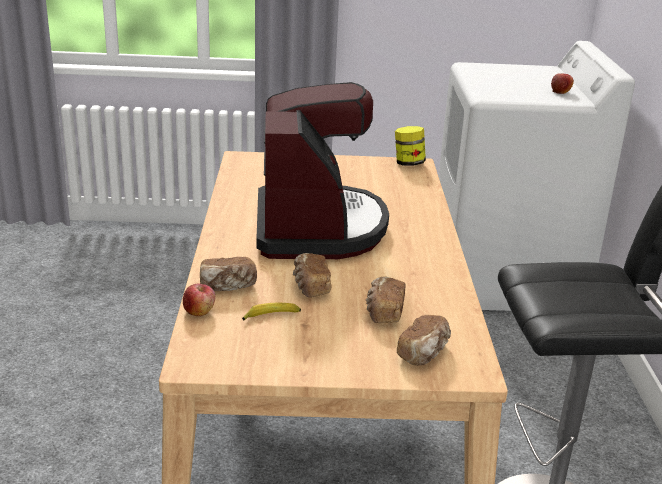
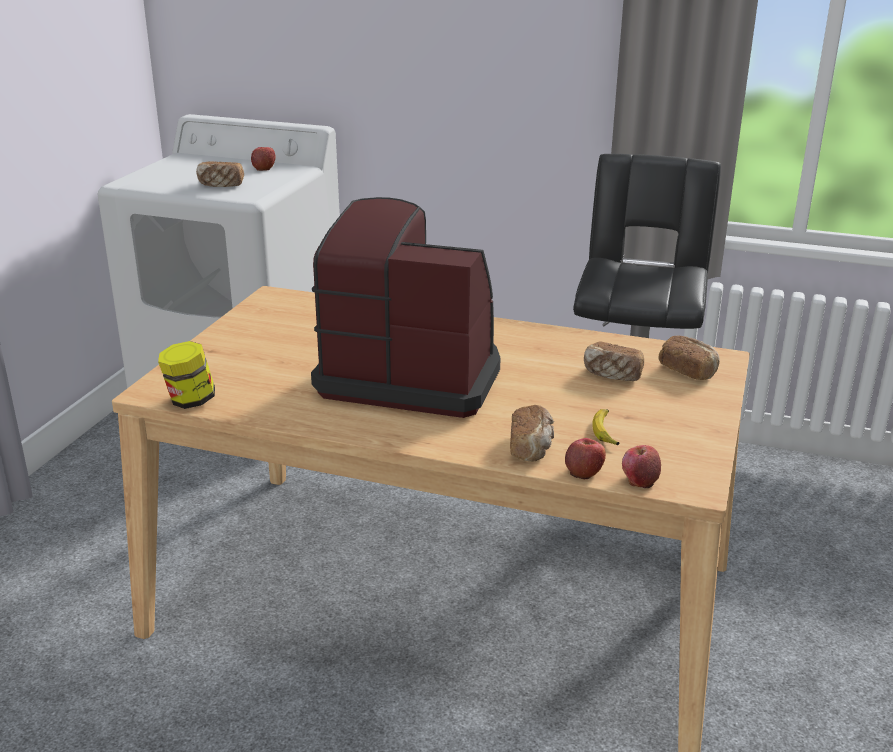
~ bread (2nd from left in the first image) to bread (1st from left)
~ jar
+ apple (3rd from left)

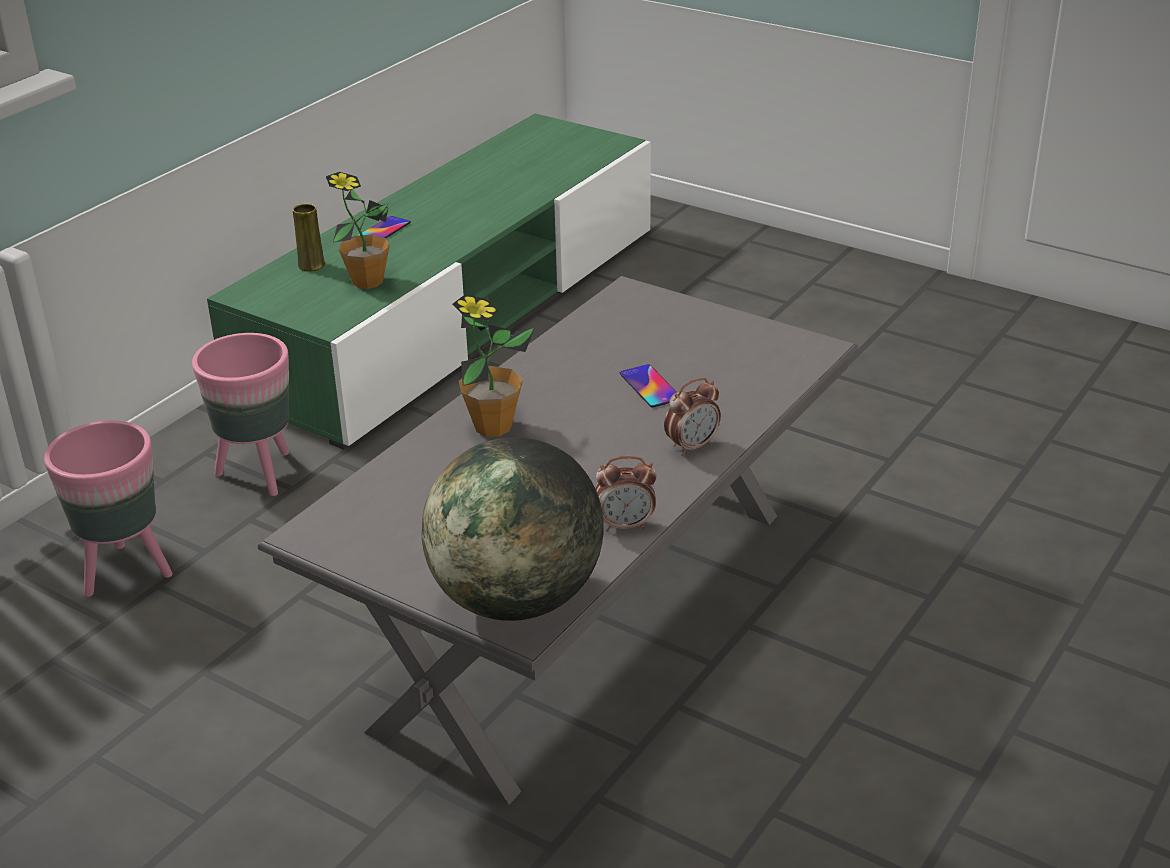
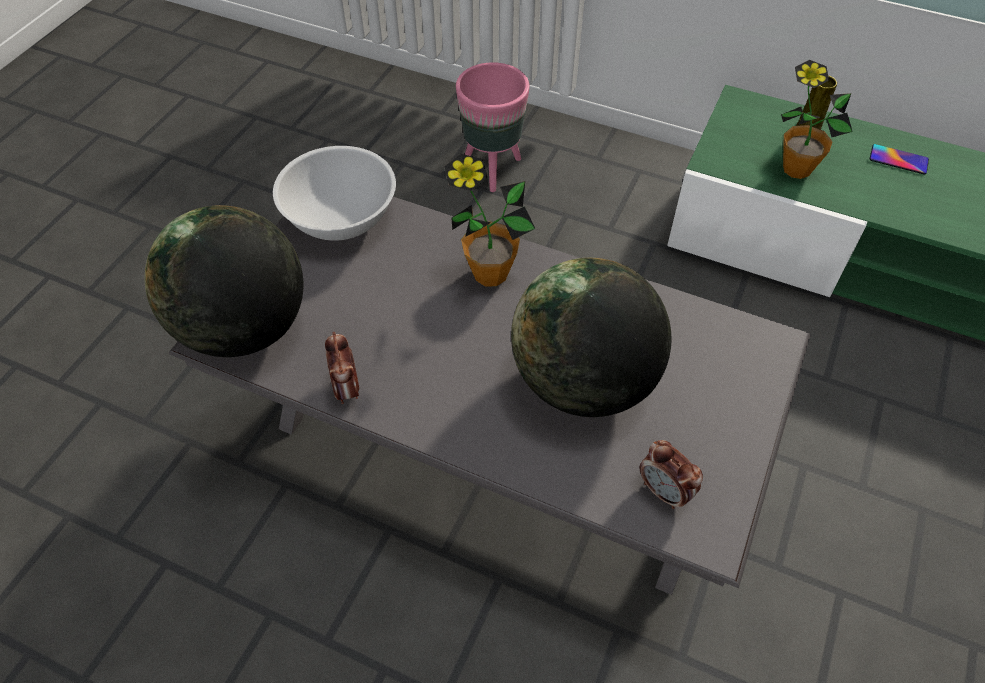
- pink planter (2nd from left)
~ phone (2nd from left) to globe (2nd from left)
~ alarm clock (2nd from left)
+ white bowl

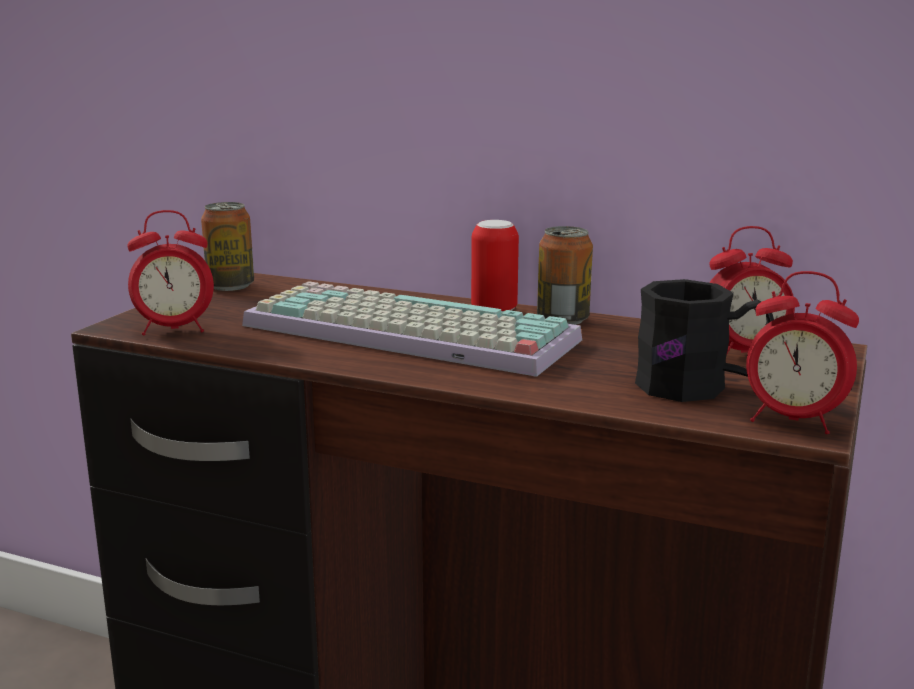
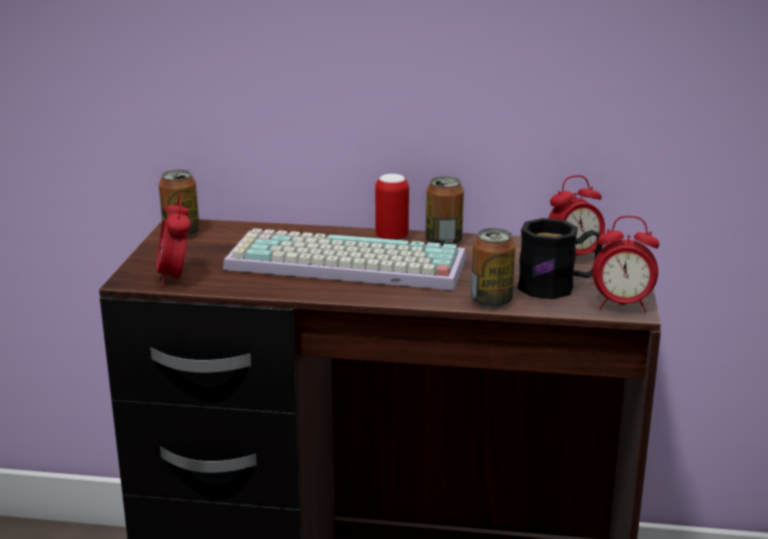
~ alarm clock (1st from left) 105 degrees clockwise
+ can (4th from left)

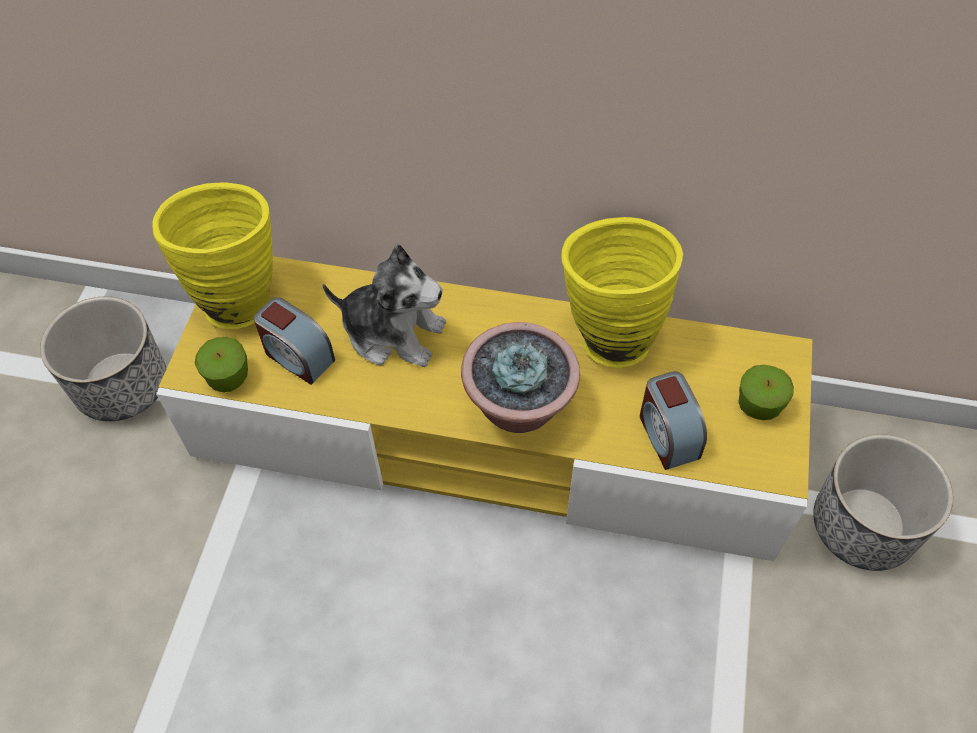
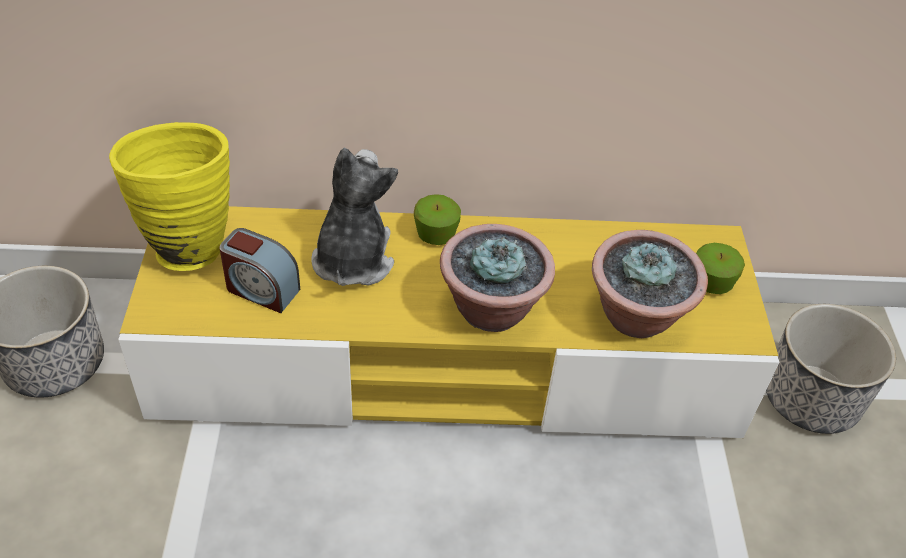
~ apple (1st from left)
~ plush toy 90 degrees counterclockwise
- yellow vase (2nd from left)
~ alarm clock (2nd from left) to potted plant (2nd from left)

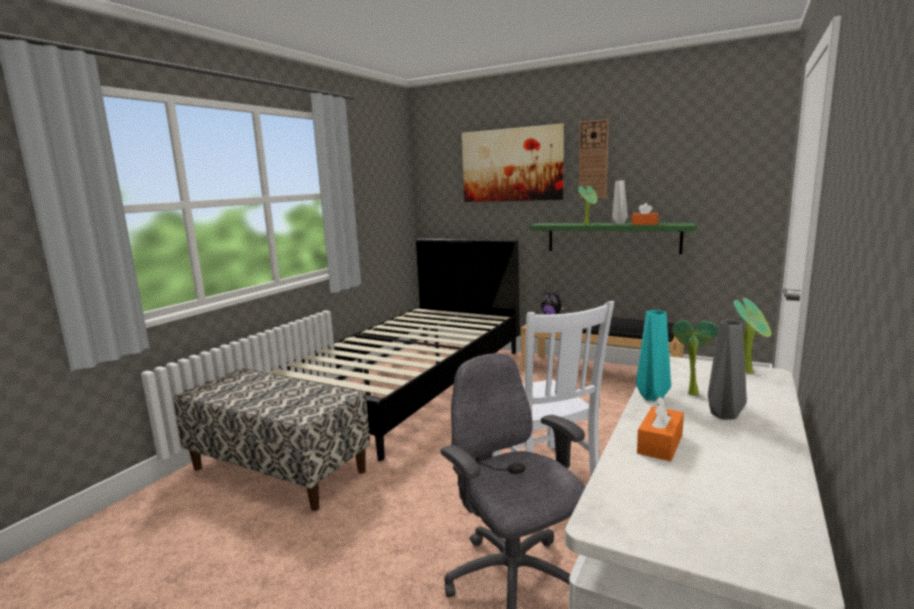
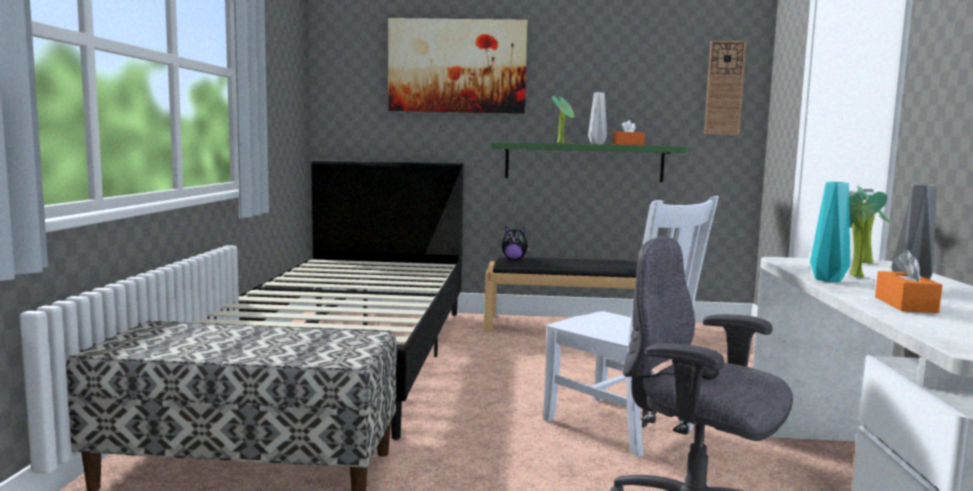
~ wall clock

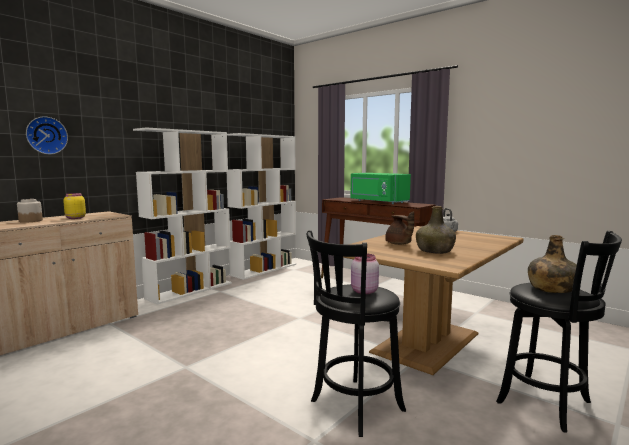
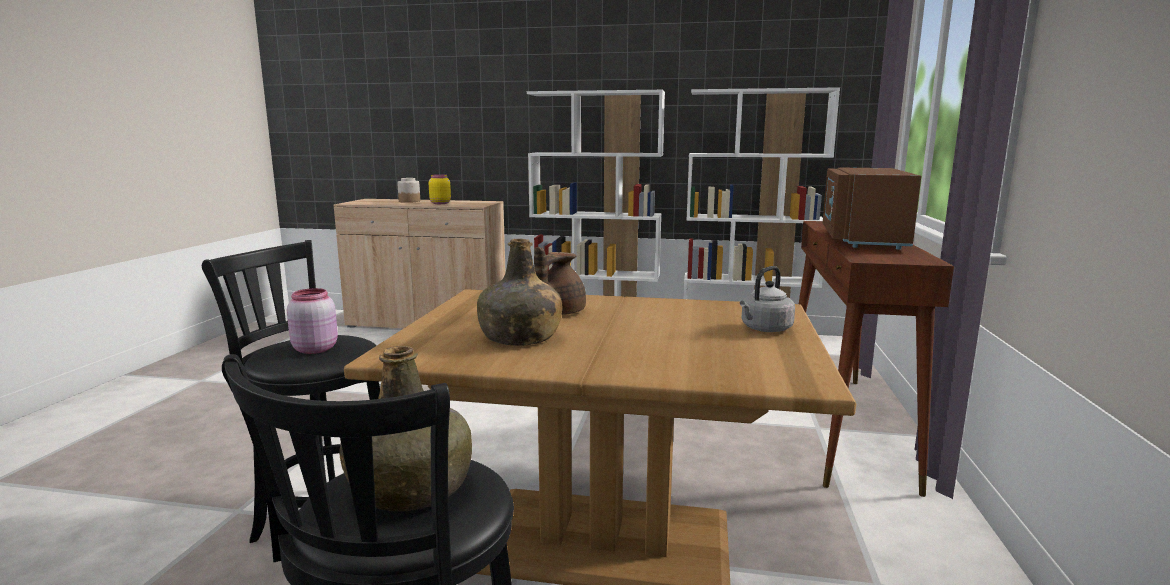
- wall clock
~ green microwave to brown microwave

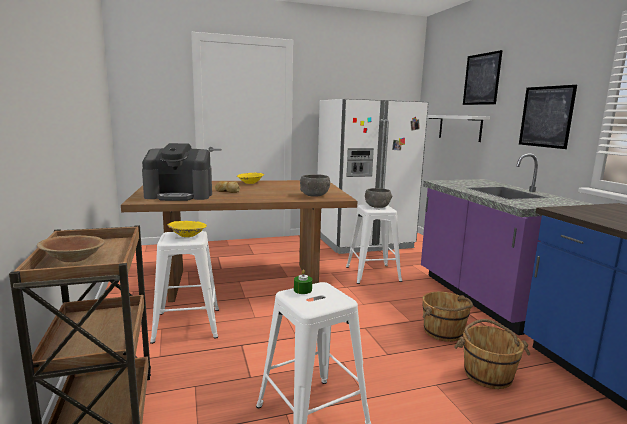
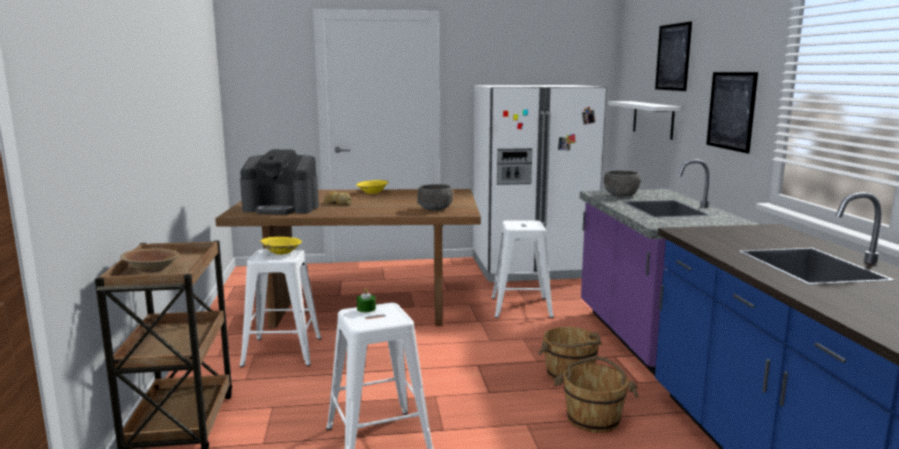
~ grey bowl (2nd from left)

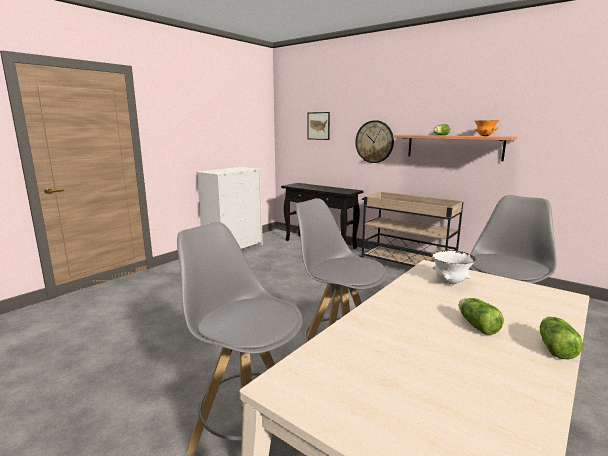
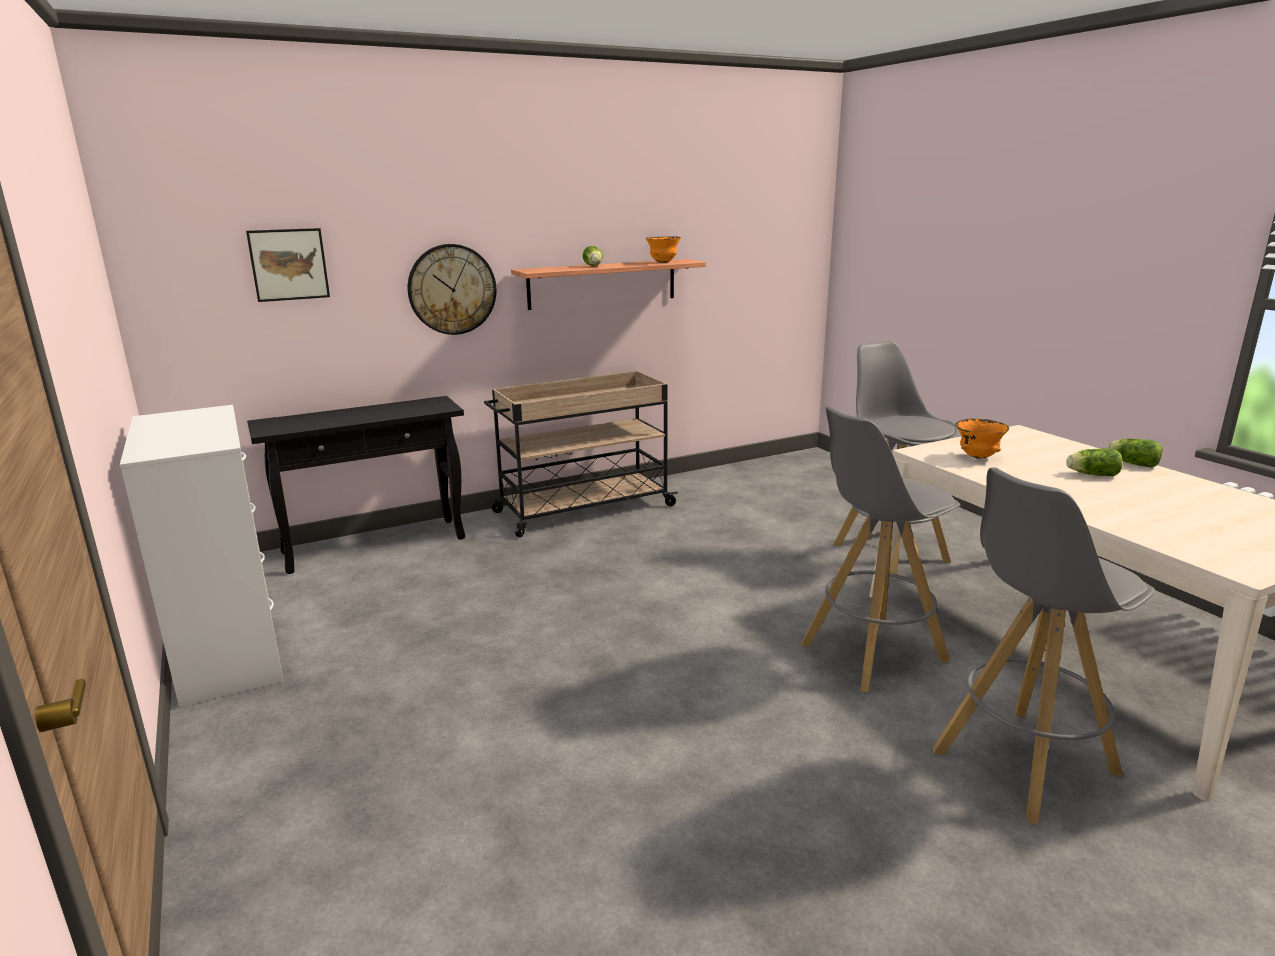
~ white bowl to orange bowl (2nd from left)

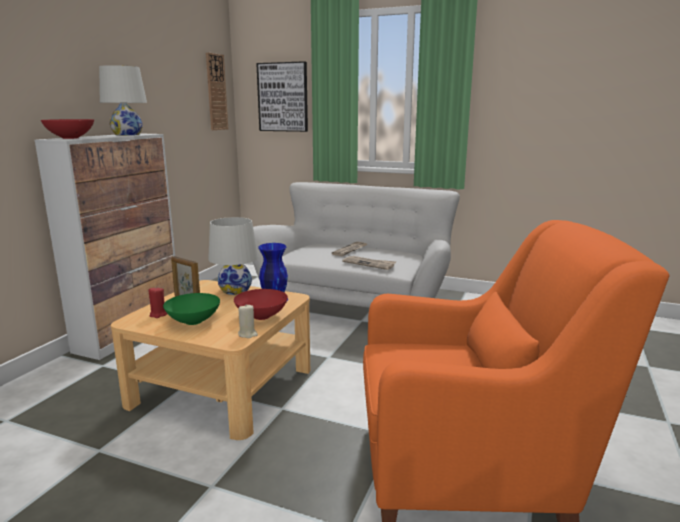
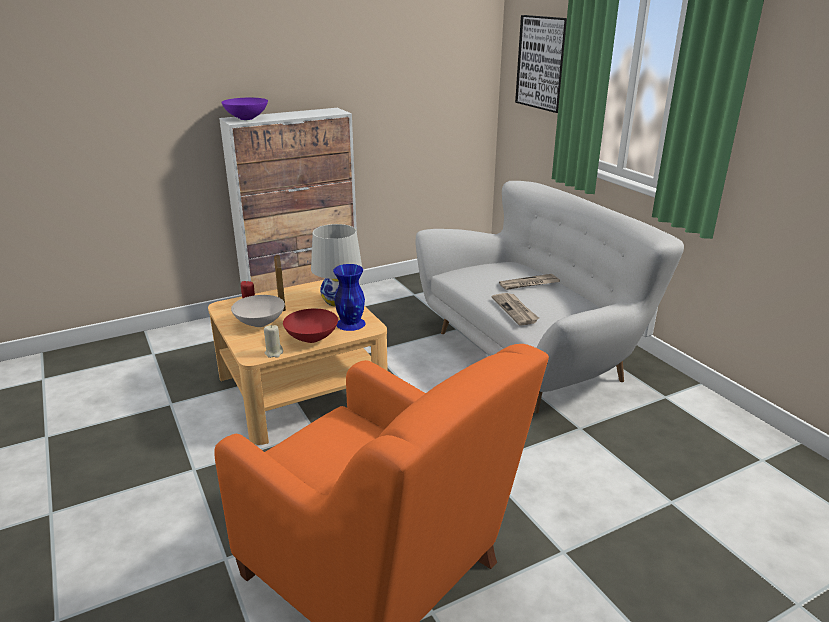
~ red bowl (1st from left) to purple bowl
- white table lamp (1st from left)
~ green bowl to white bowl
- wall clock

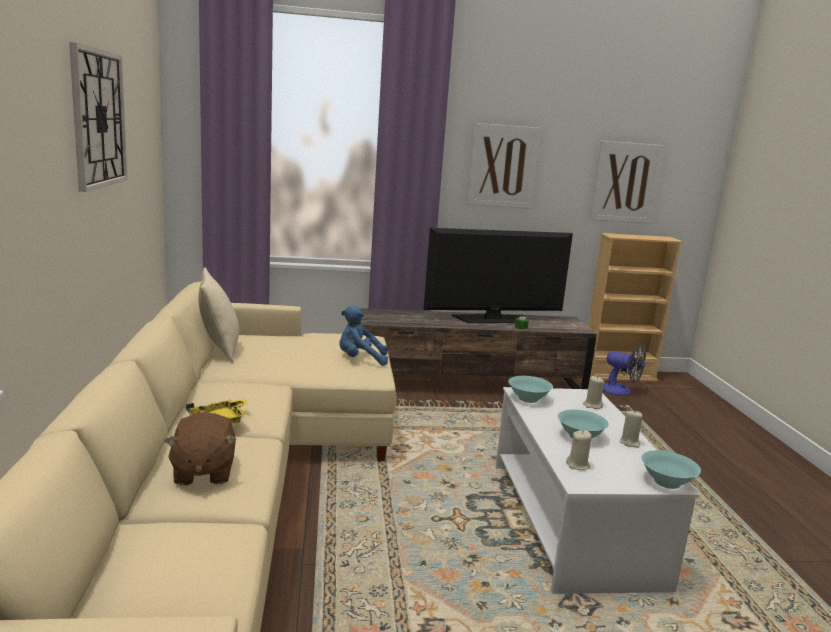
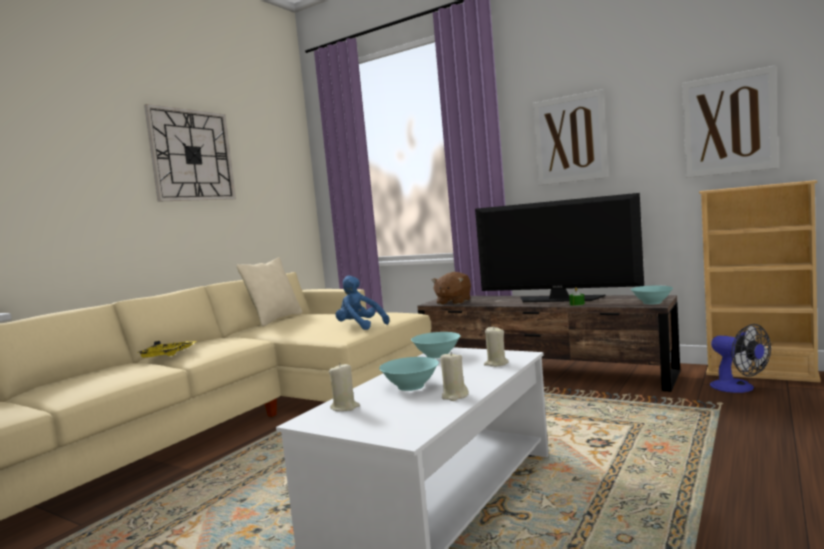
~ brown plush toy
~ turquoise bowl (3rd from left)

